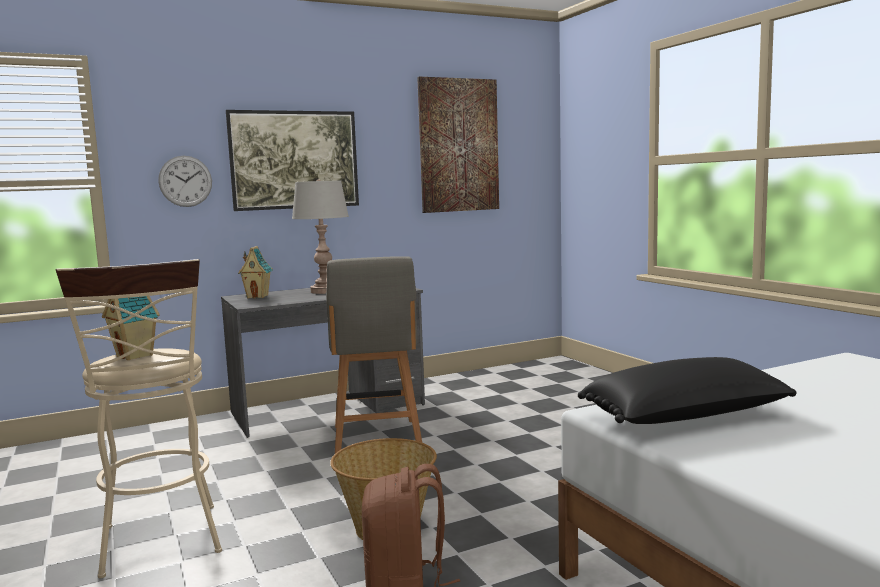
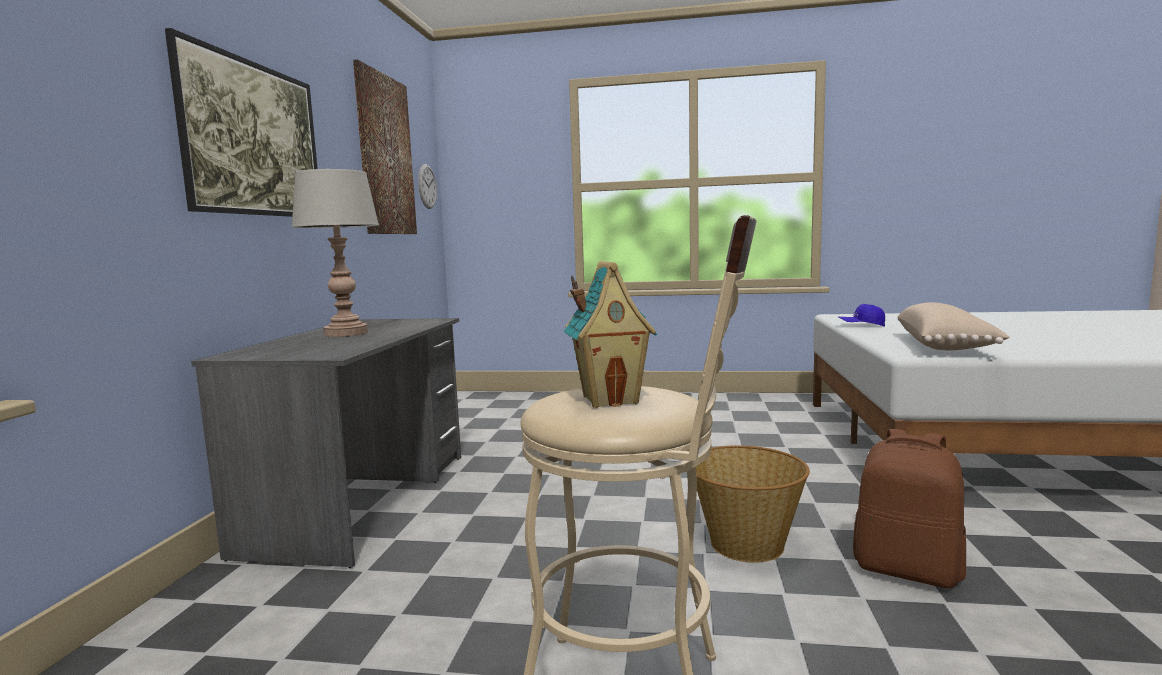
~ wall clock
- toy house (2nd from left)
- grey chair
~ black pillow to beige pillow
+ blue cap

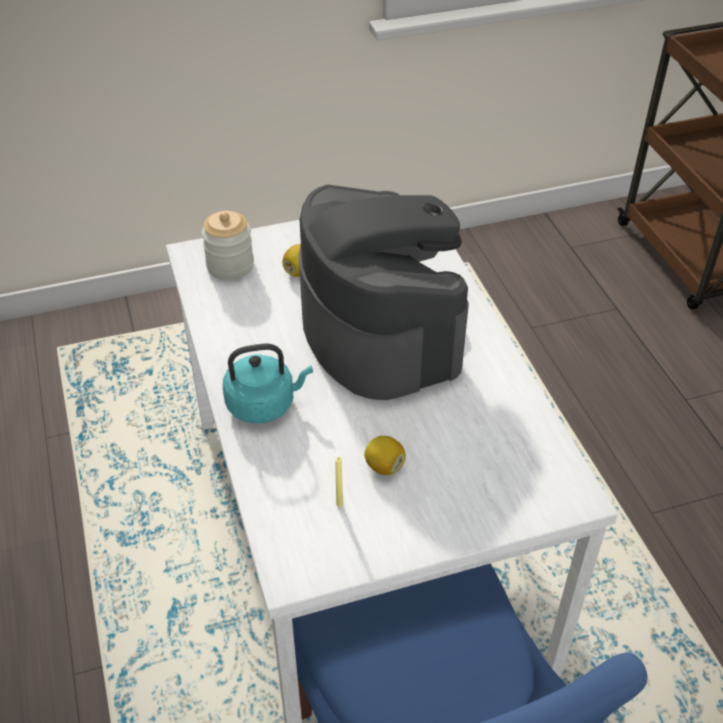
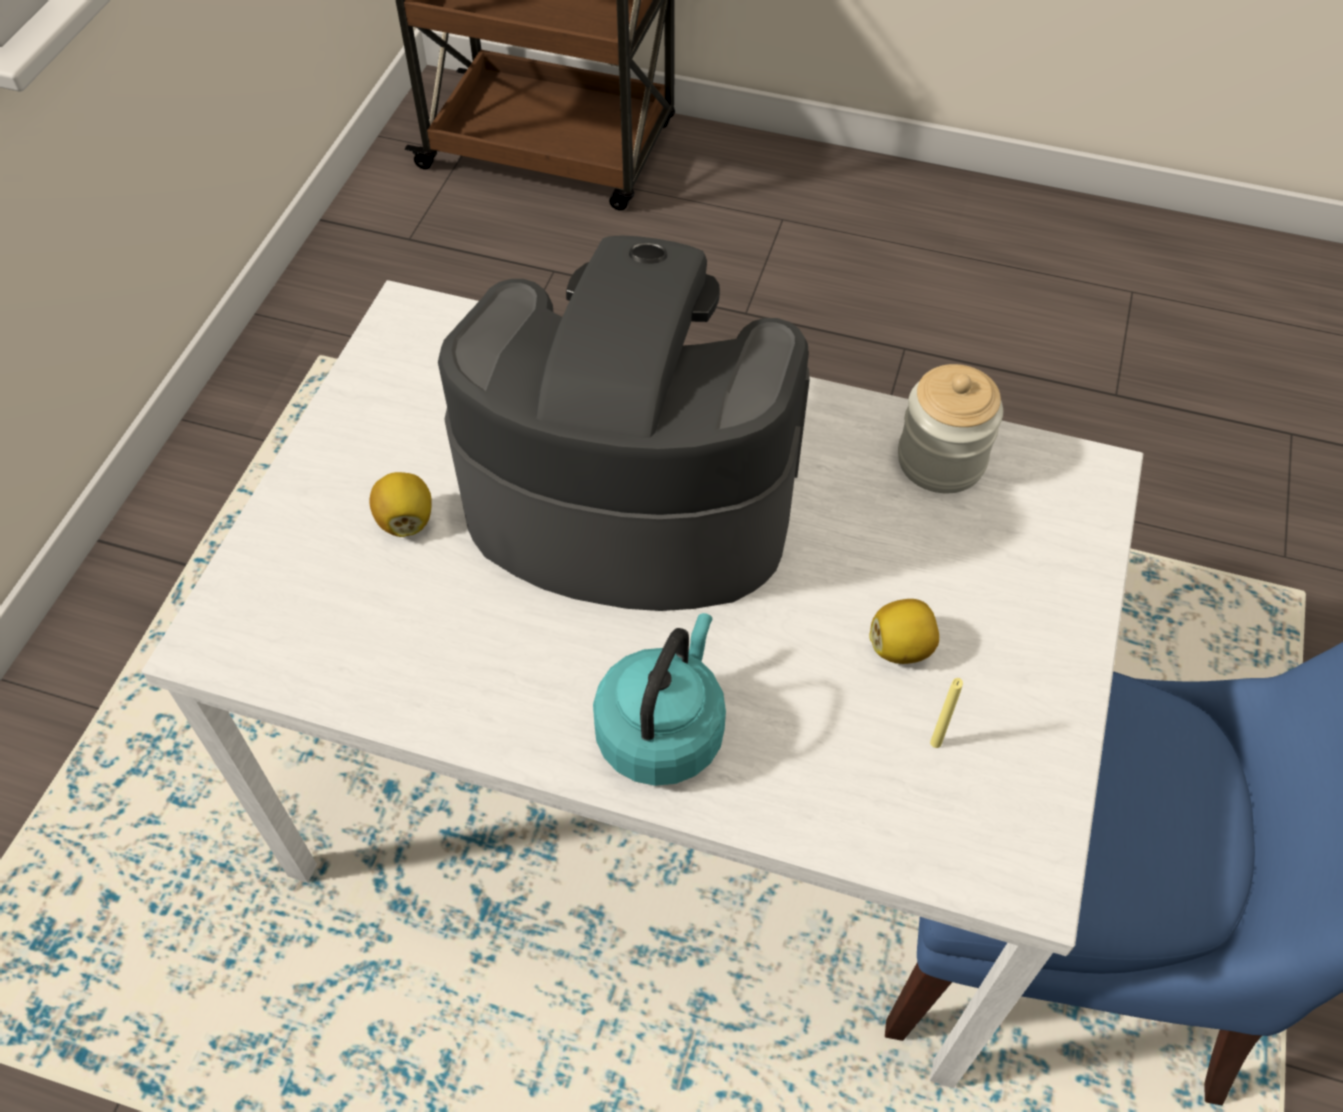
~ jar

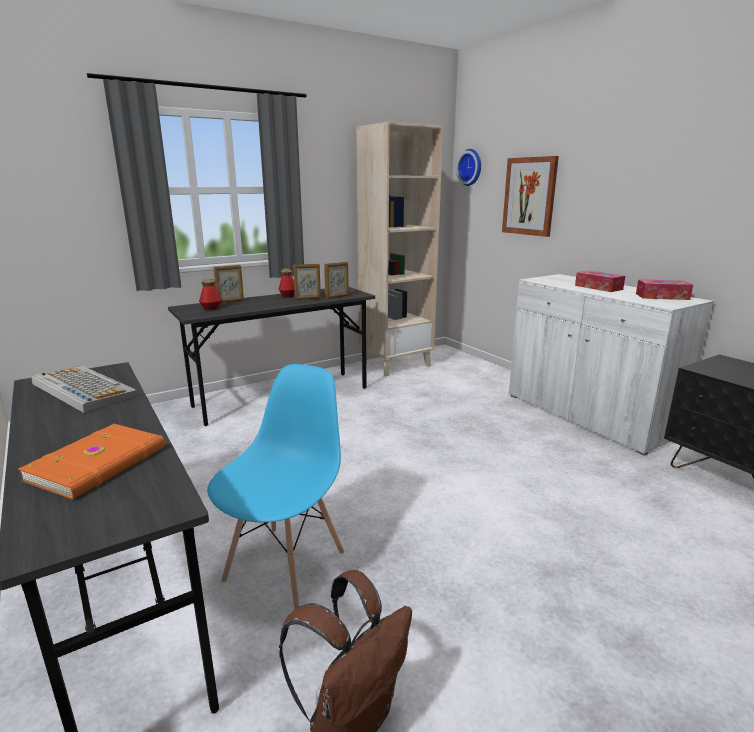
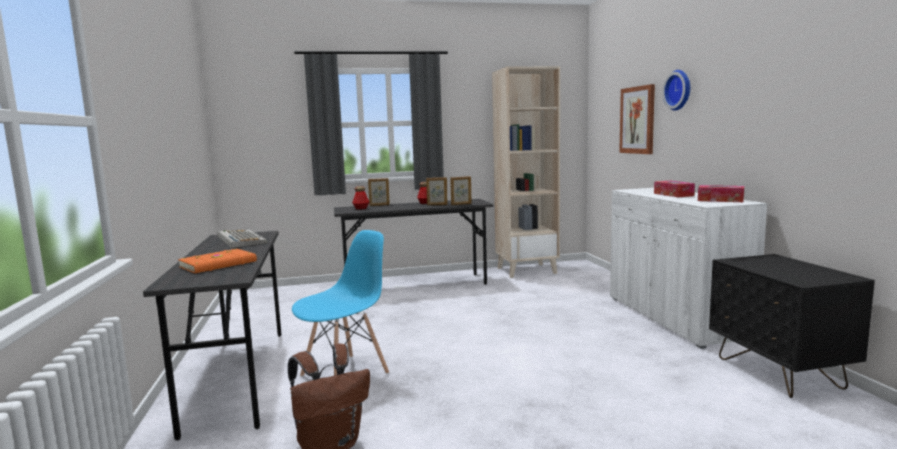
~ wall clock

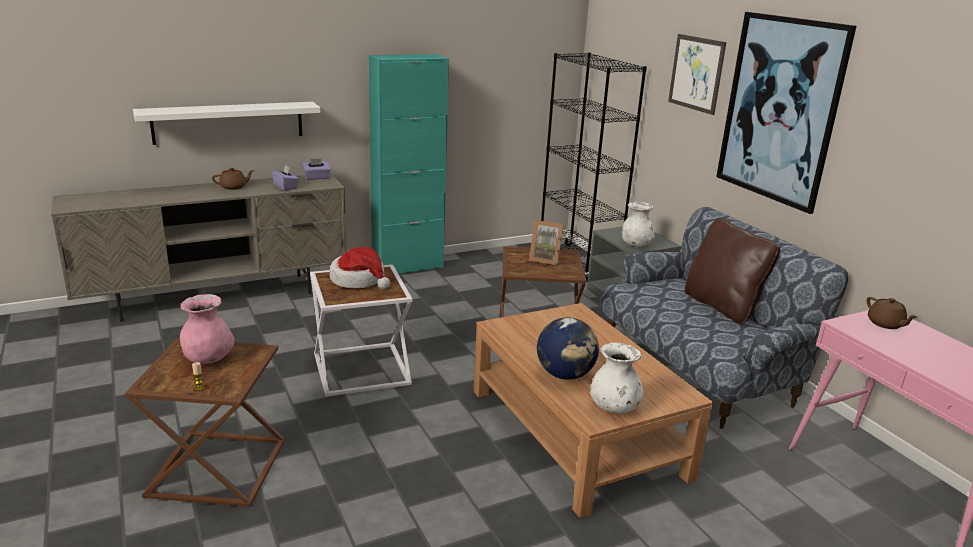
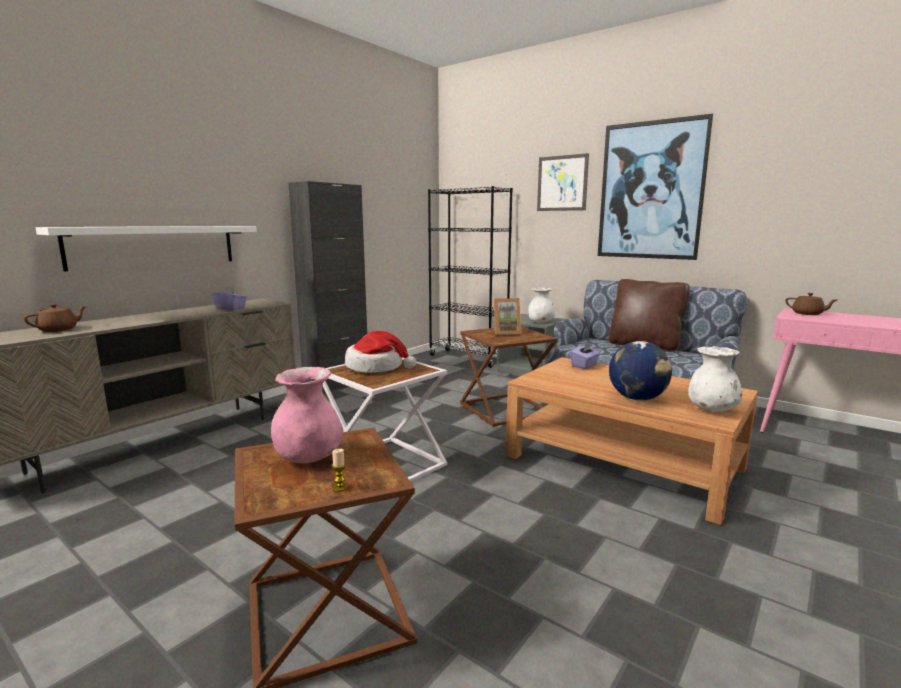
~ brown teapot (1st from left)
~ purple tissue box (2nd from left)
~ turquoise cabinet to black cabinet

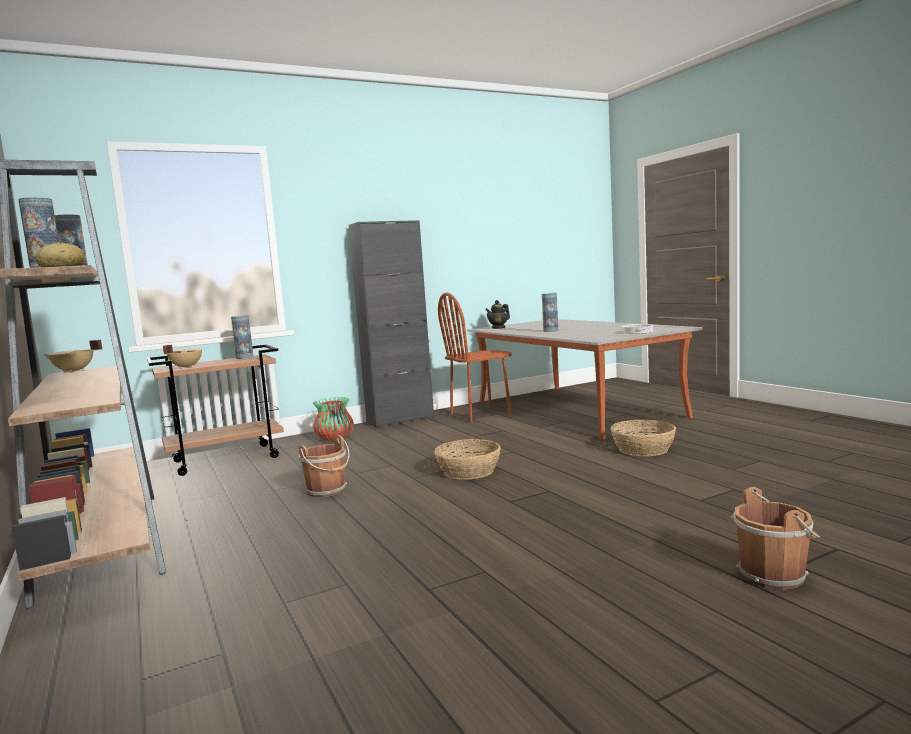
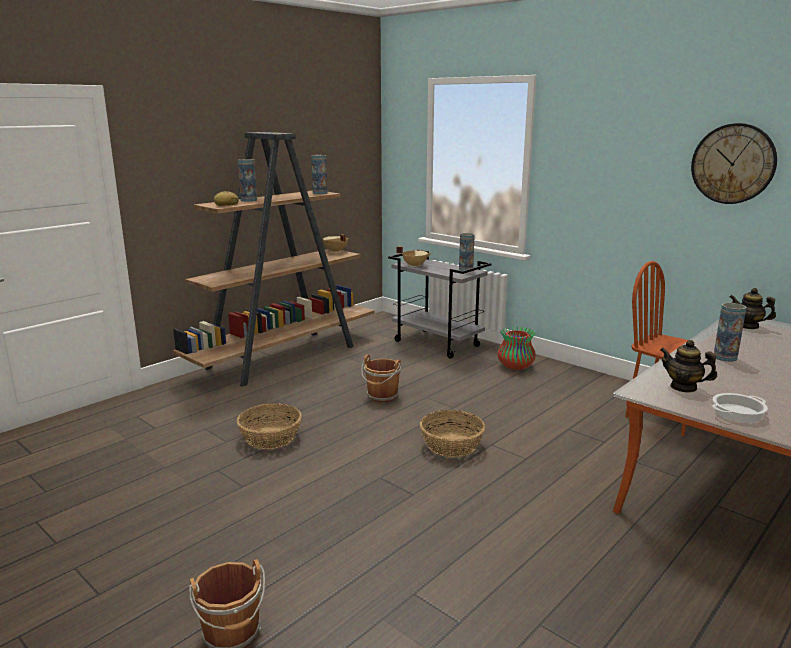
~ brown cart to grey cart
- black cabinet
~ basket (2nd from left in the first image) to basket (1st from left)
+ teapot (1st from left)
+ wall clock

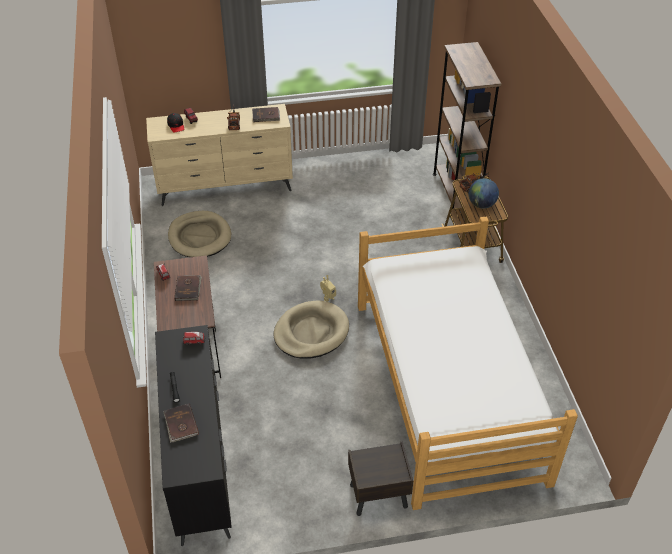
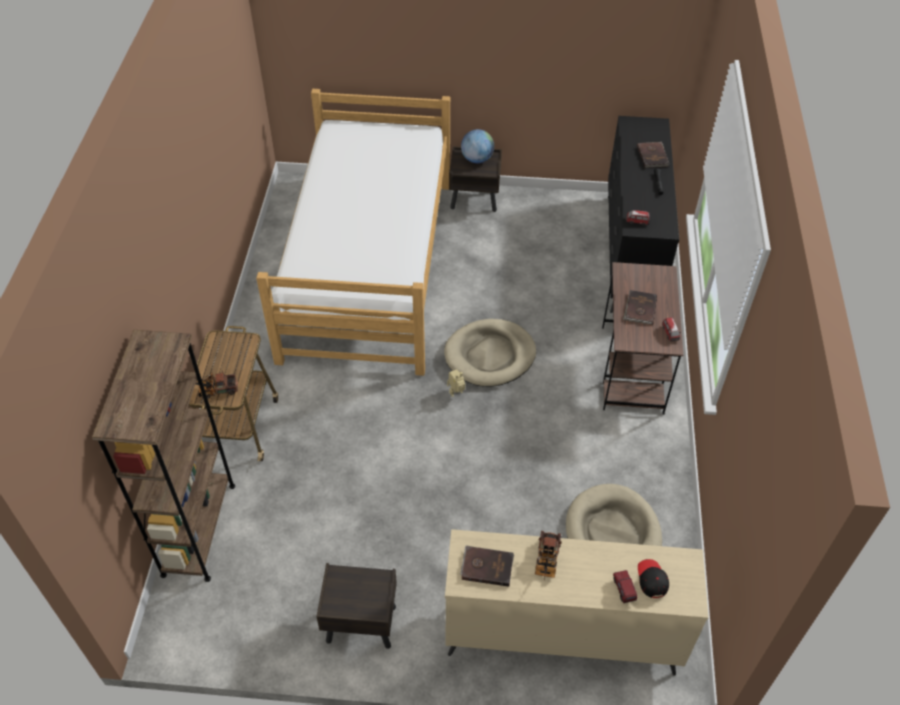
~ globe
+ brown nightstand (1st from left)

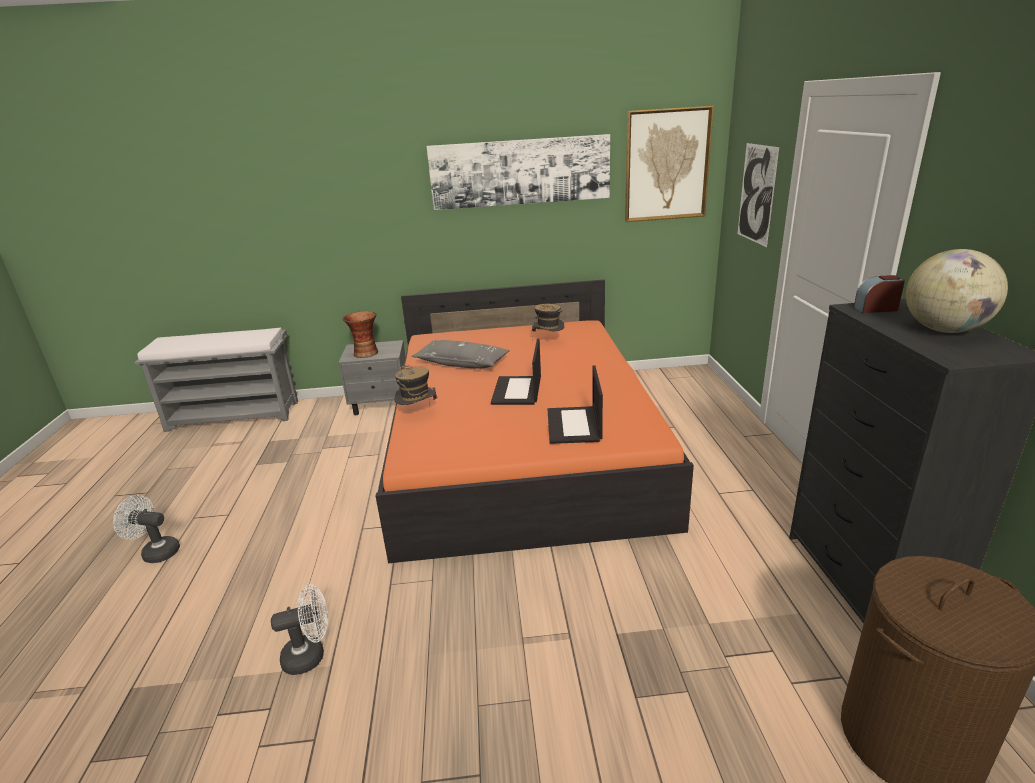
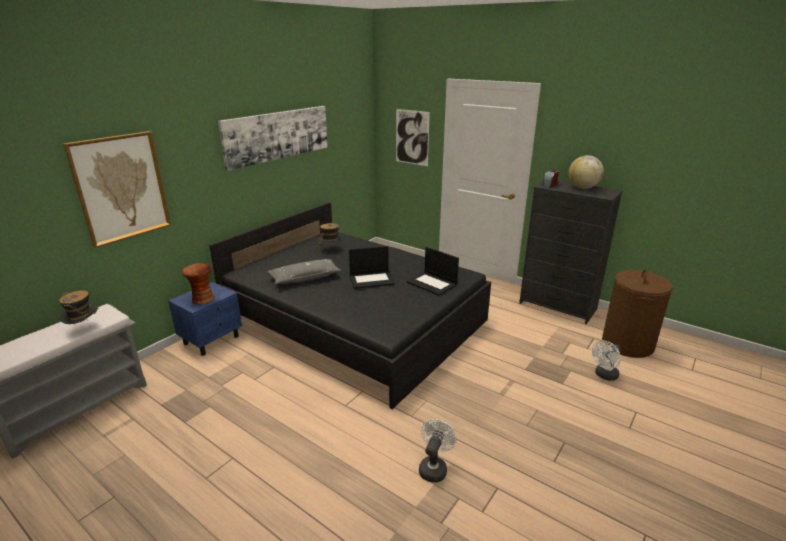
~ white fan (1st from left in the first image) to white fan (2nd from left)
~ grey nightstand to blue nightstand
~ orange bed to black bed
~ hat (1st from left)
~ laptop (1st from left) 60 degrees counterclockwise
~ picture (2nd from left in the first image) to picture (1st from left)

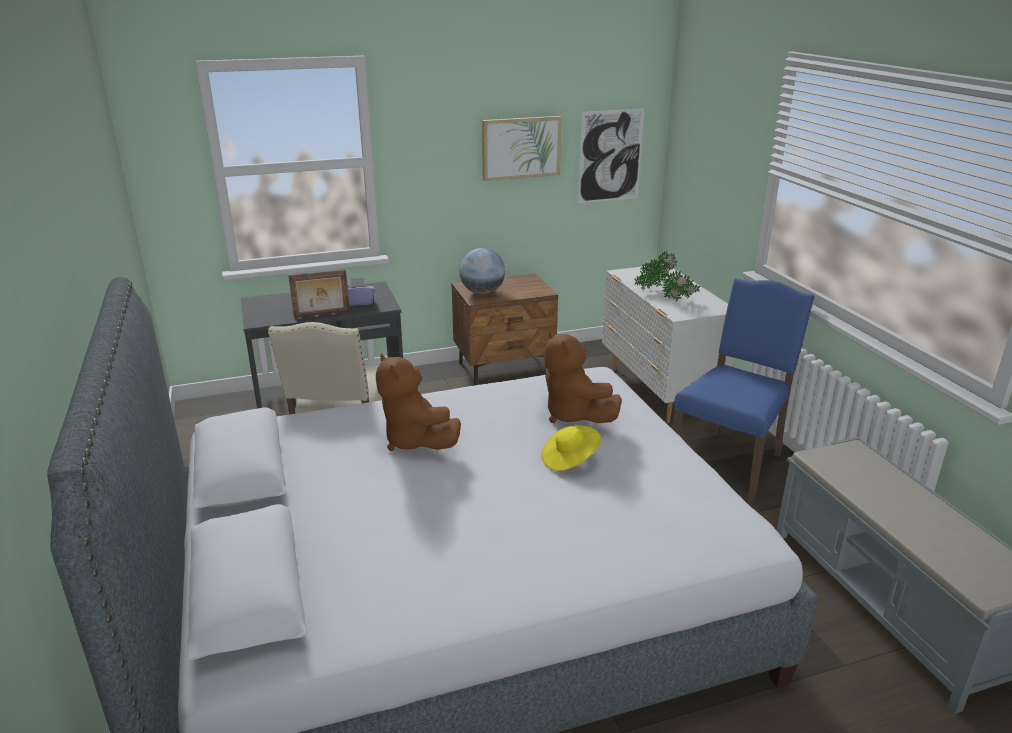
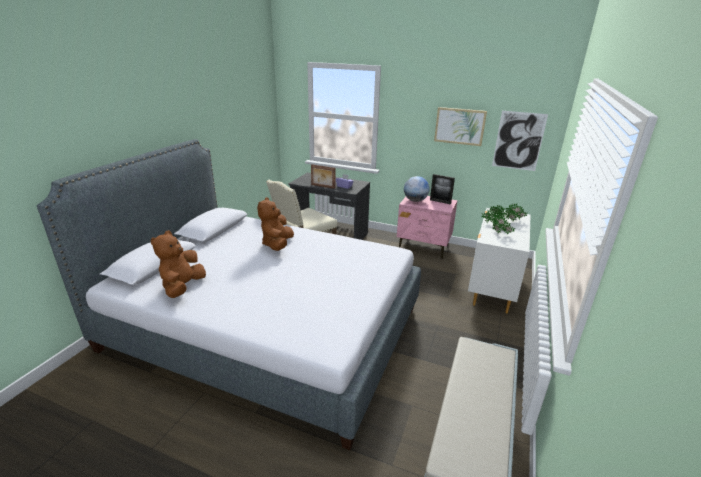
~ brown nightstand to pink nightstand
- yellow hat
~ brown plush toy (2nd from left in the first image) to brown plush toy (1st from left)
- blue chair
+ picture frame (2nd from left)

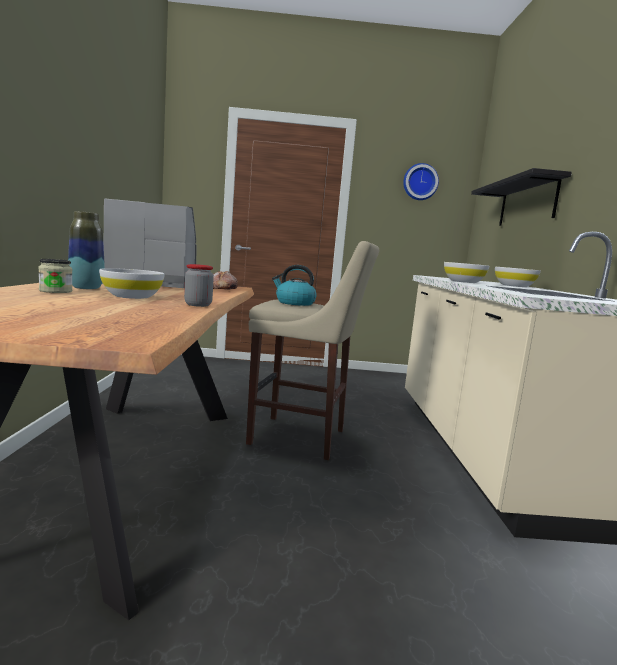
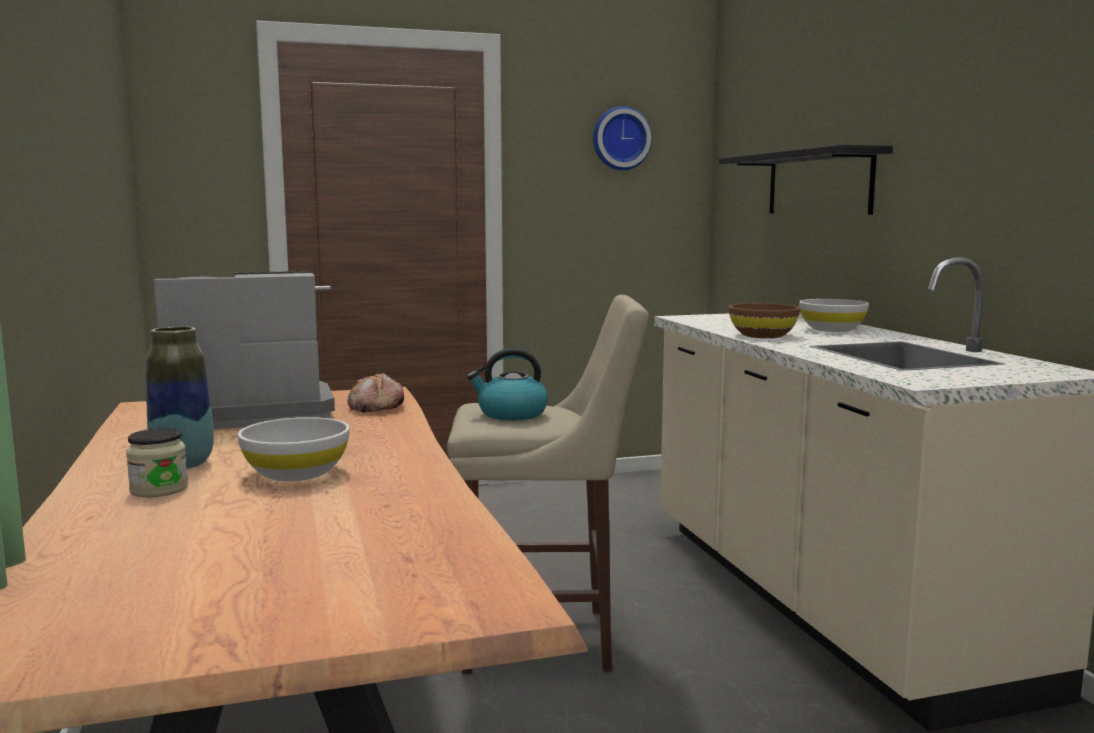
- jar (2nd from left)
~ white bowl (2nd from left) to brown bowl

